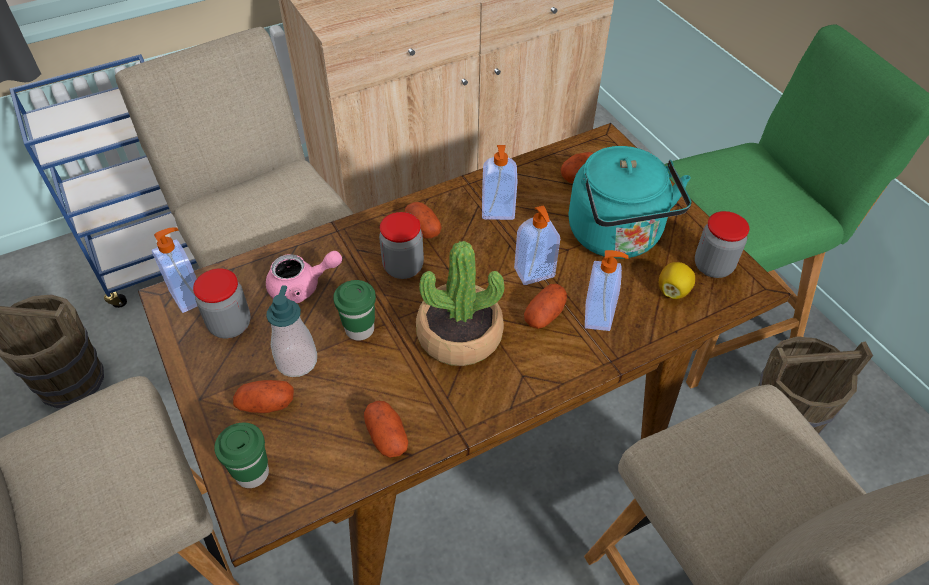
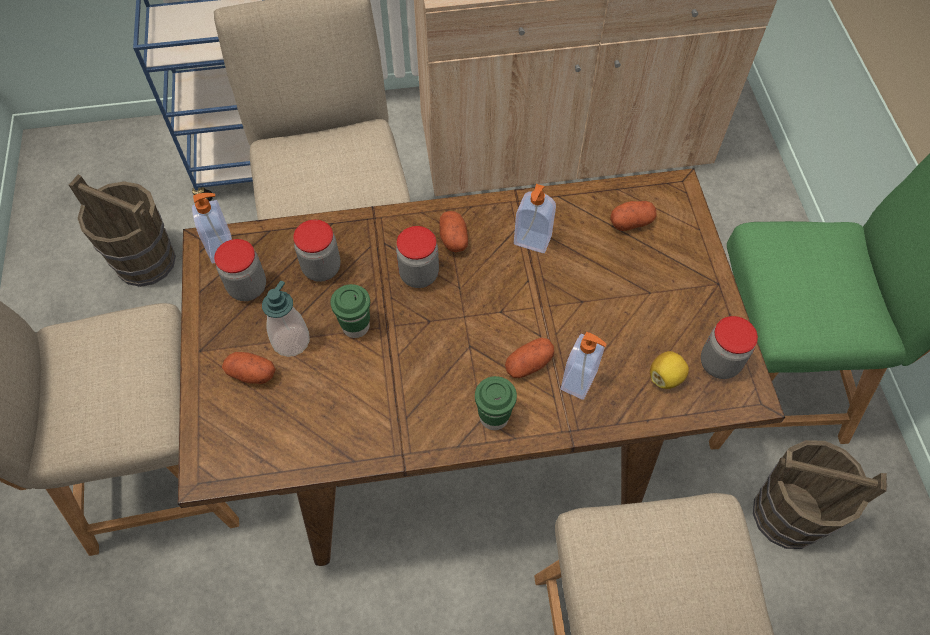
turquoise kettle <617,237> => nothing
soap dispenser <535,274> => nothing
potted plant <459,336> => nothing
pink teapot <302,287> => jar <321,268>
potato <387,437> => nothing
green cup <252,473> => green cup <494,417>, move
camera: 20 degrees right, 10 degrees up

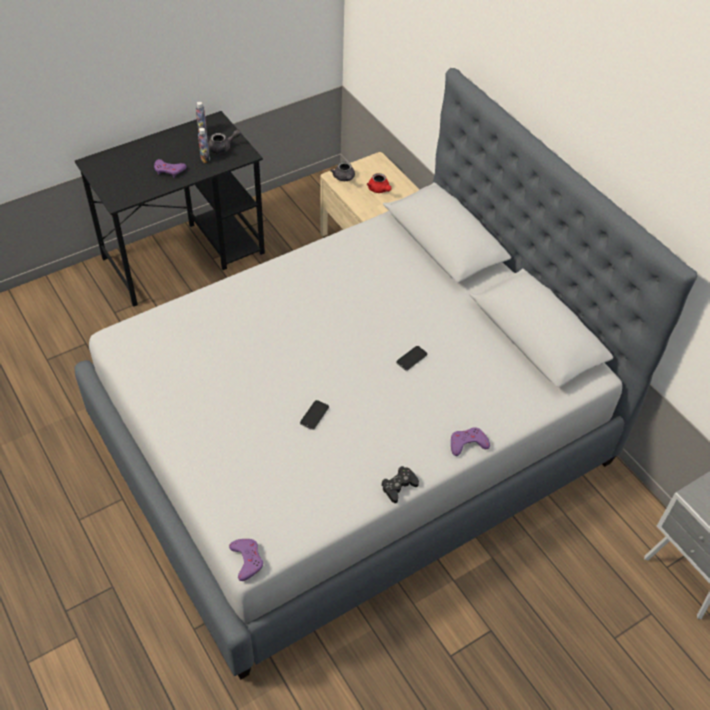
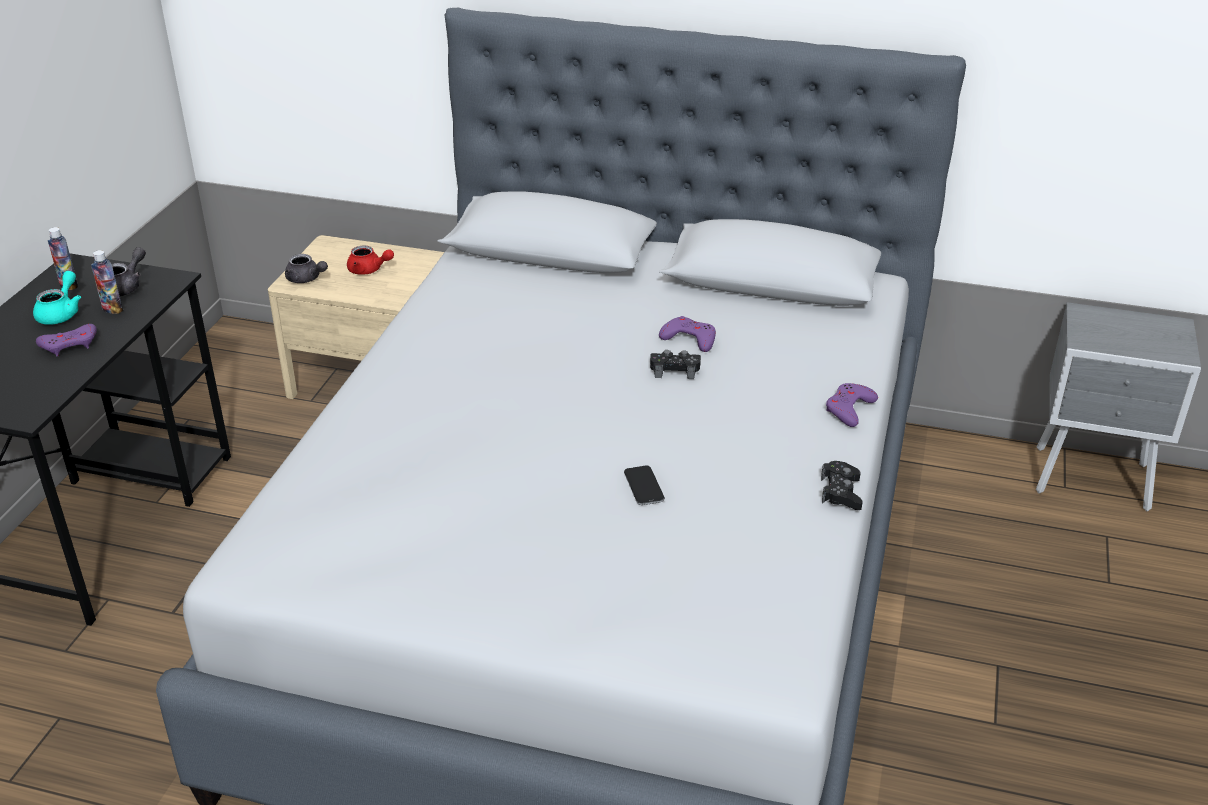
phone <411,358> => black game controller <675,369>
purple game controller <247,560> => purple game controller <689,338>, move
nothing => turquoise teapot <61,313>
camera: 40 degrees left, 15 degrees down

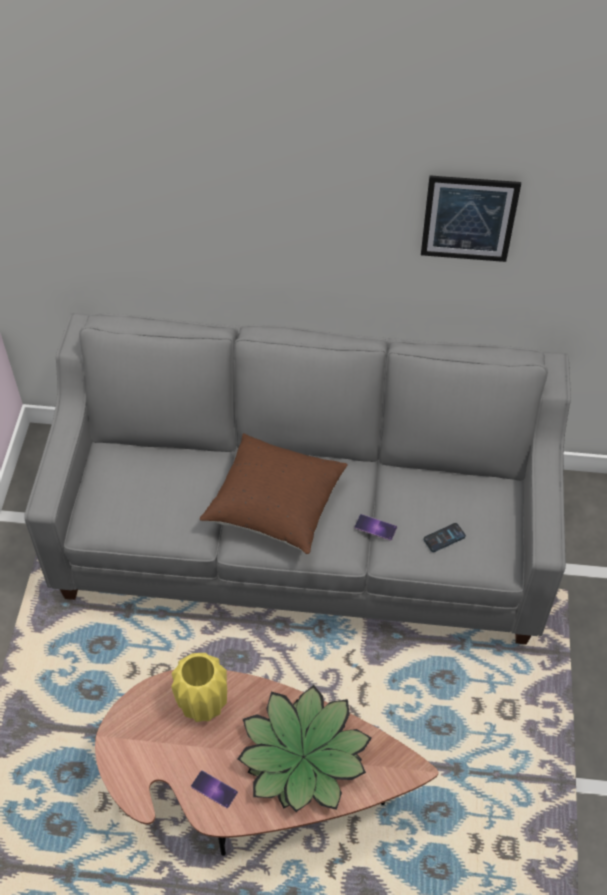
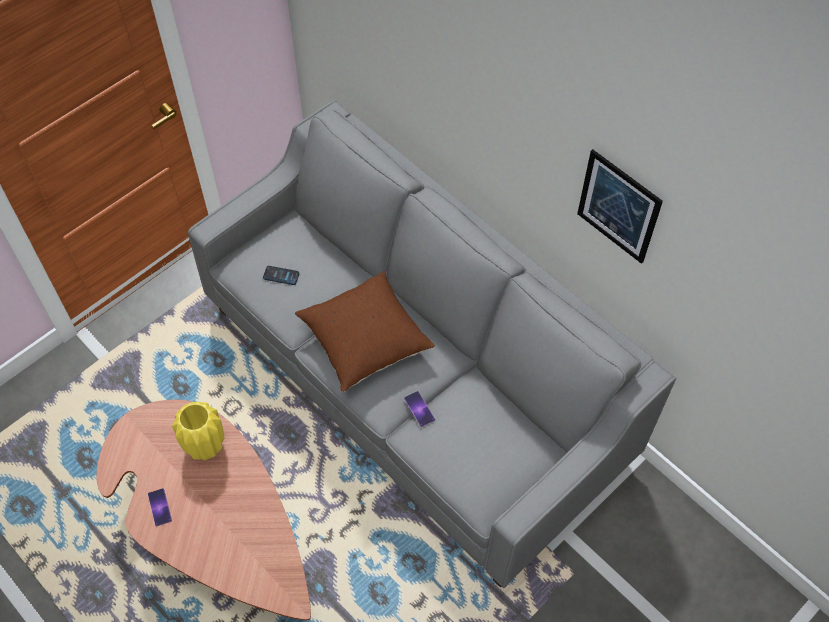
phone <444,538> => phone <281,275>, move
potted plant <303,757> => nothing
camera: 40 degrees right, 5 degrees up

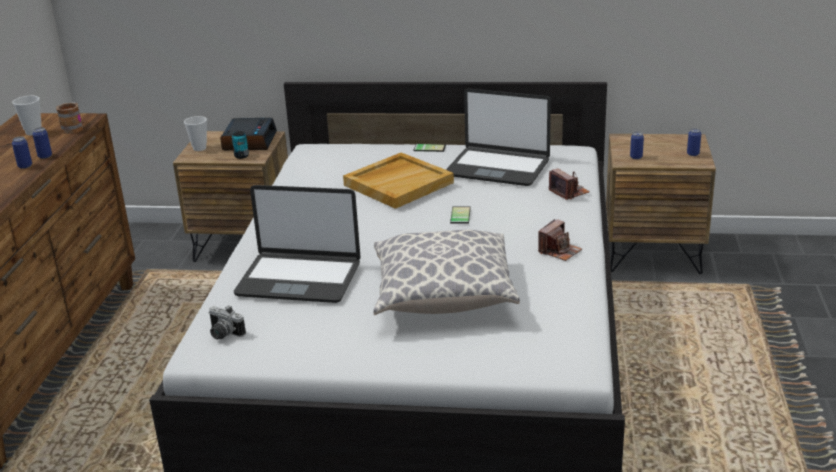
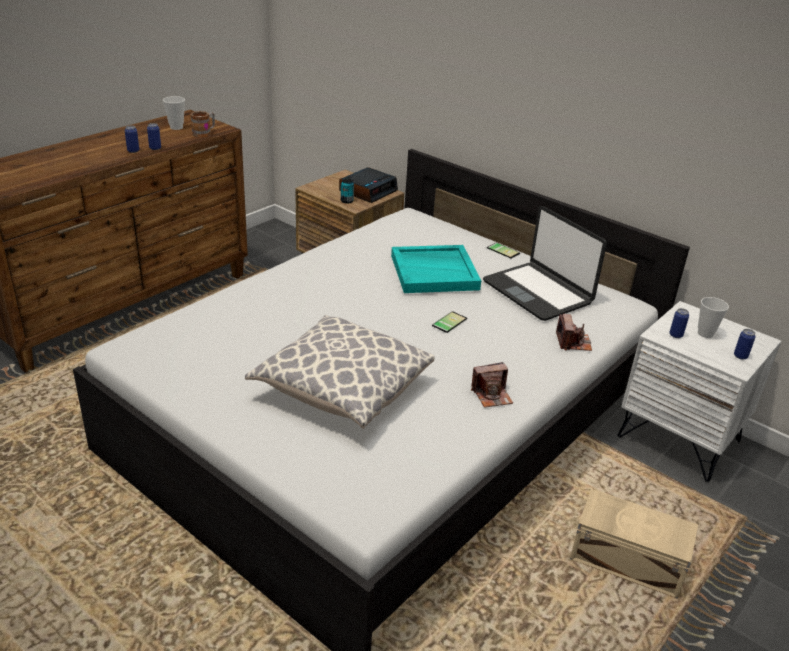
cup <199,148> => cup <705,333>, move
brown nightstand <653,253> => white nightstand <679,438>
beige tray <398,183> => turquoise tray <435,272>
laptop <299,278> => nothing
photo camera <223,334> => nothing
nothing => beige storage box <626,559>
camera: 30 degrees right, 5 degrees up

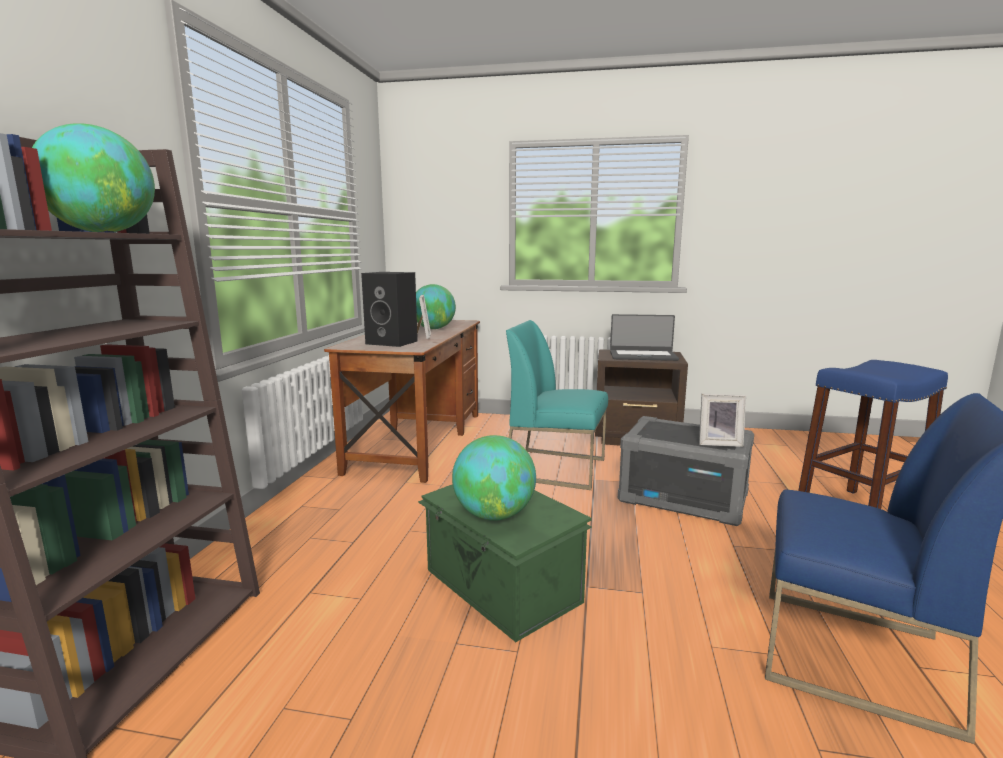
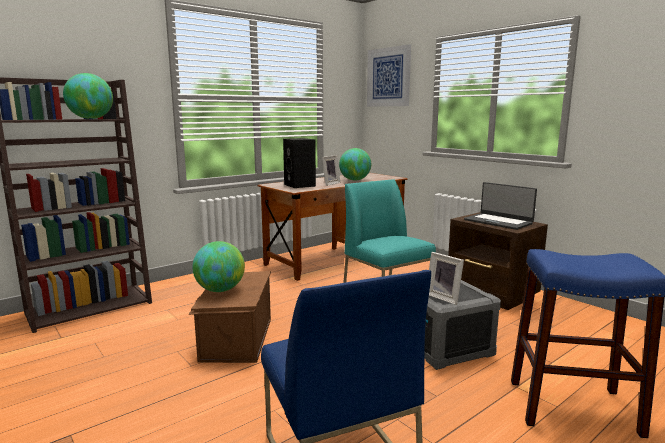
green storage box <501,587> => brown storage box <235,339>
nothing => picture <388,77>
camera: 40 degrees right, 0 degrees up

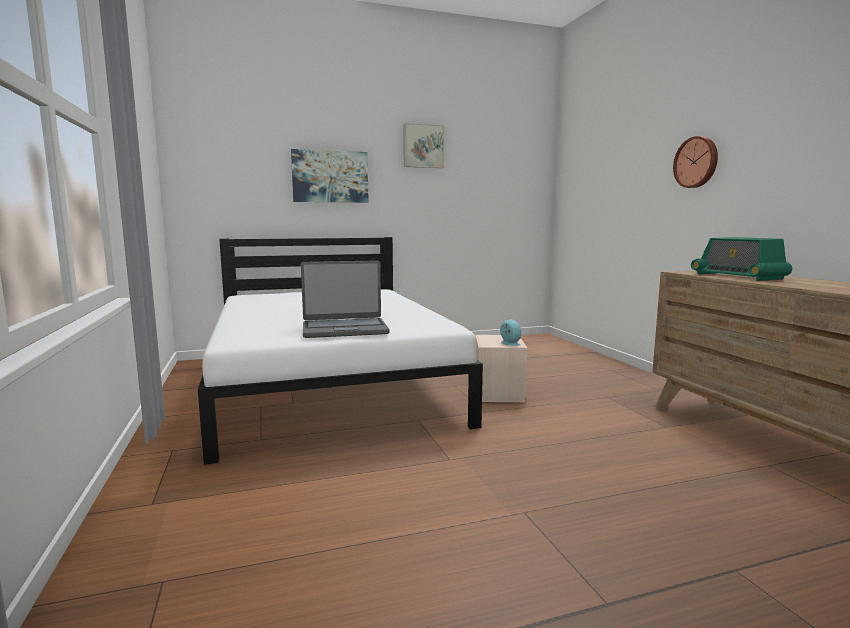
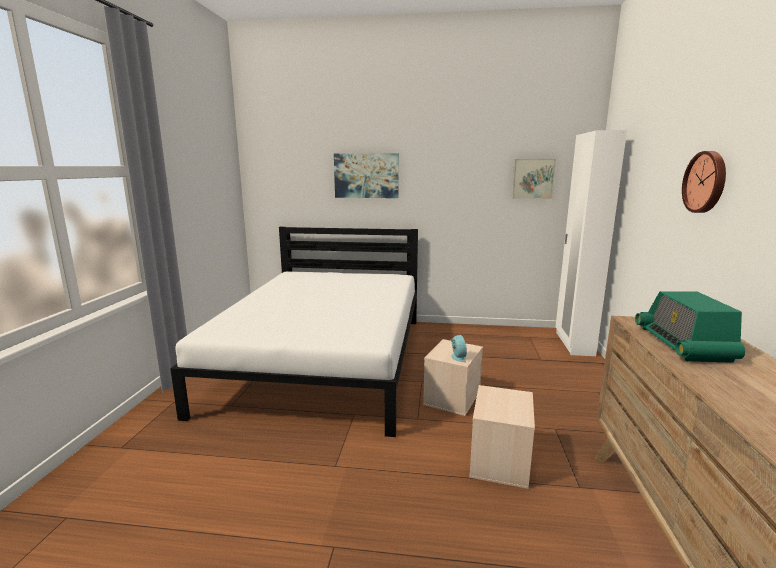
picture <423,146> => picture <532,178>, move
laptop <344,329> => nothing
nothing => white wardrobe <573,344>
nothing => beige storage box <500,462>
camera: 25 degrees right, 5 degrees up

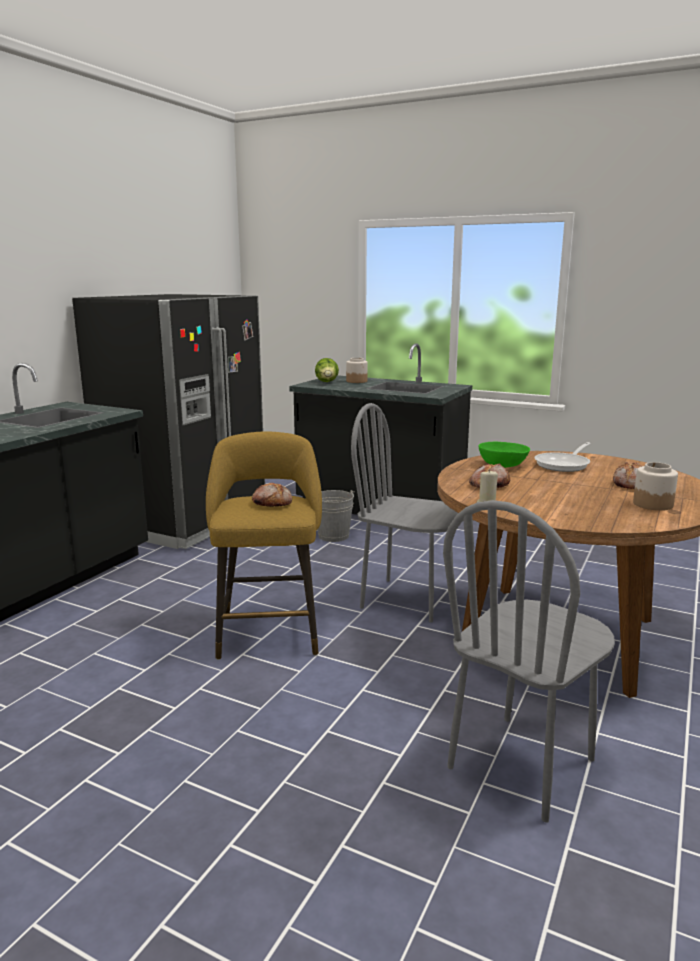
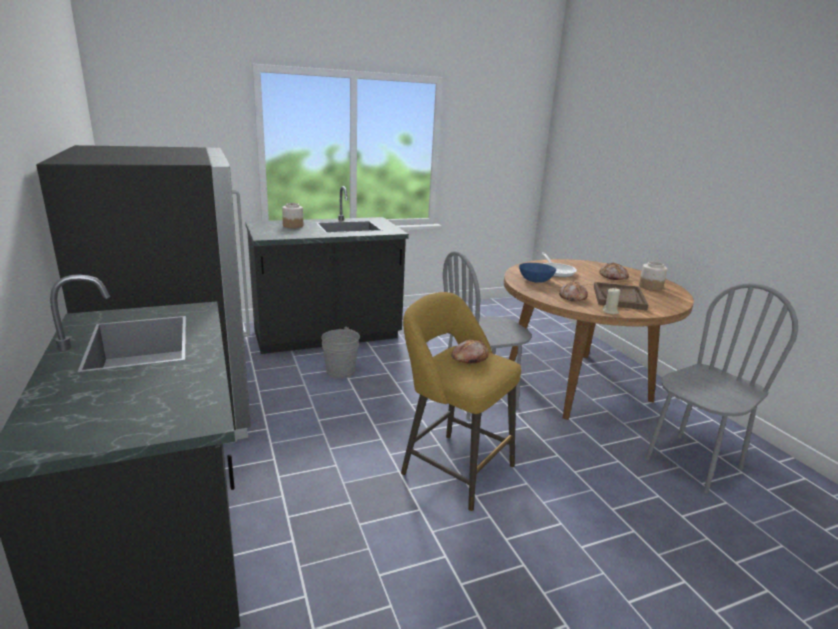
lettuce <327,382> => nothing
green bowl <502,465> => blue bowl <535,280>
grey chair <522,764> => grey chair <692,463>, 120 degrees counterclockwise
nothing => brown tray <619,298>
camera: 50 degrees left, 5 degrees up

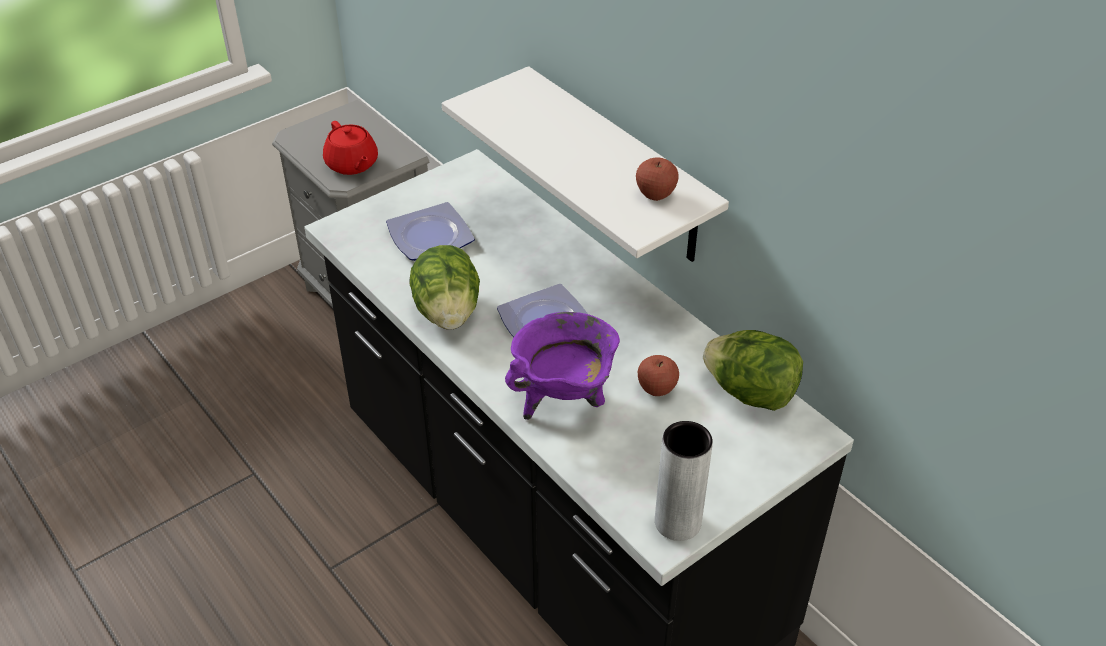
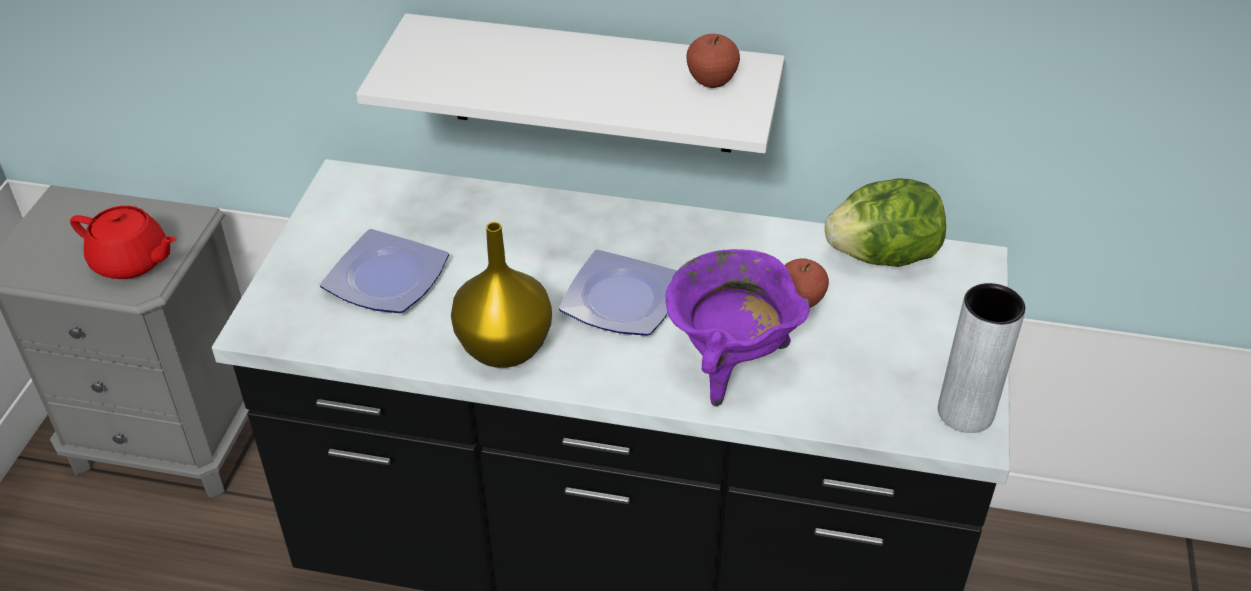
lettuce <448,312> => yellow vase <504,347>
camera: 40 degrees left, 0 degrees up

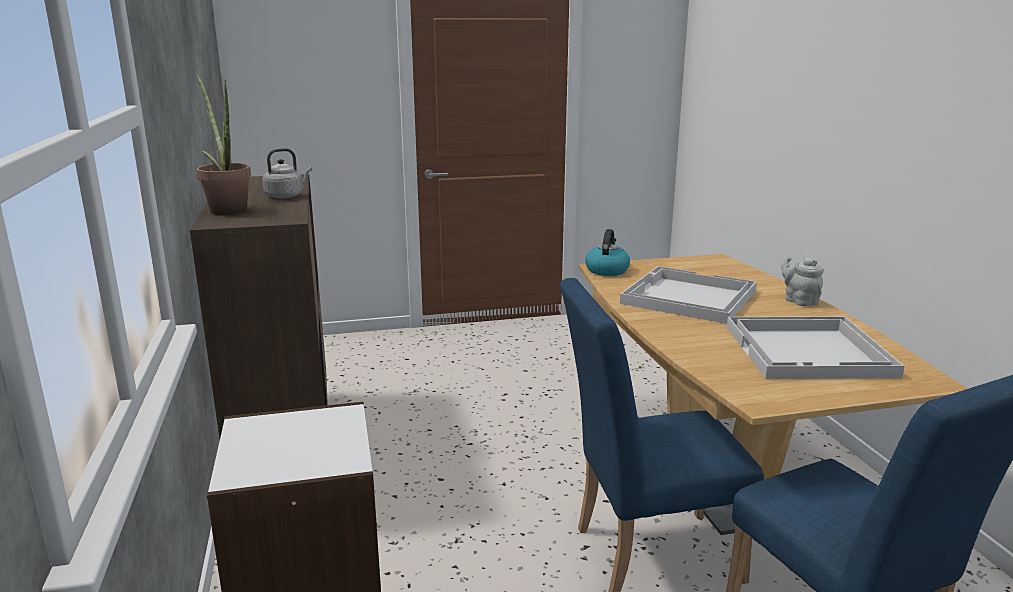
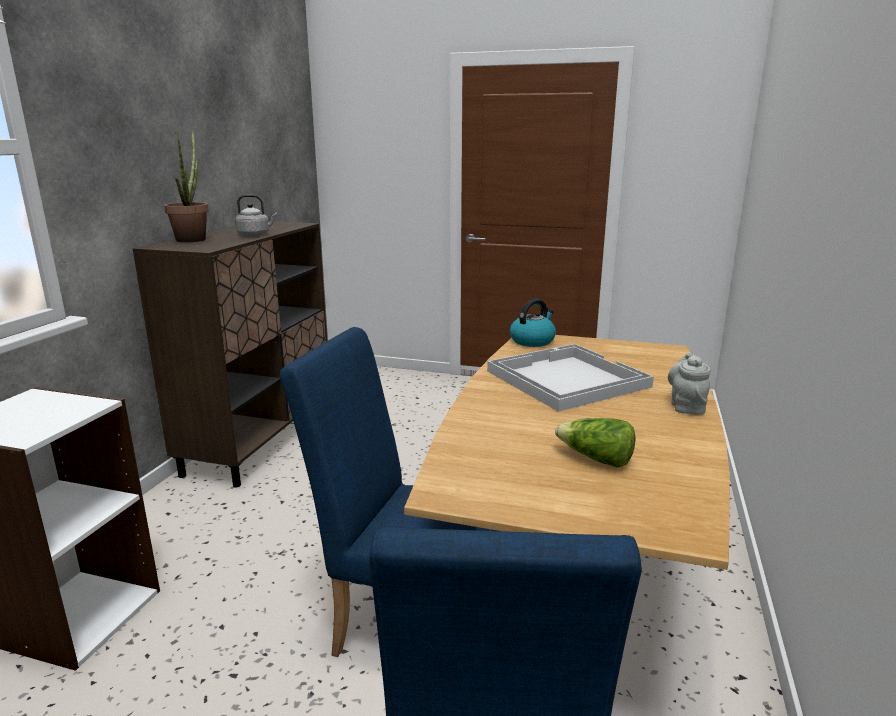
white tray <809,351> => lettuce <596,459>
camera: 30 degrees right, 0 degrees up

